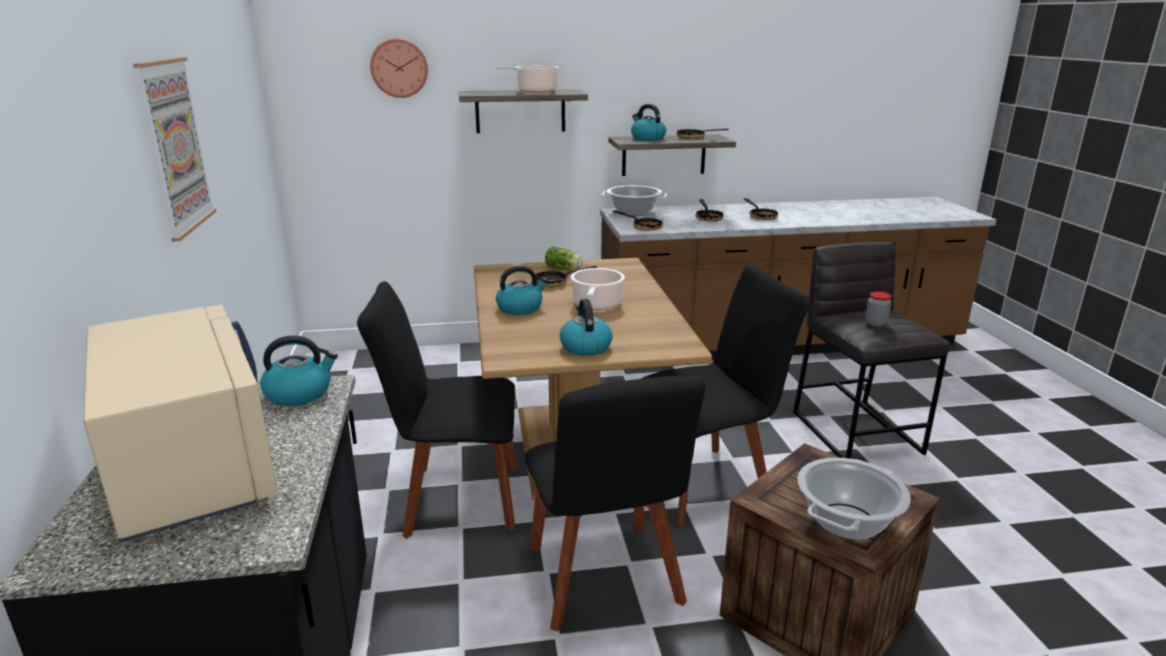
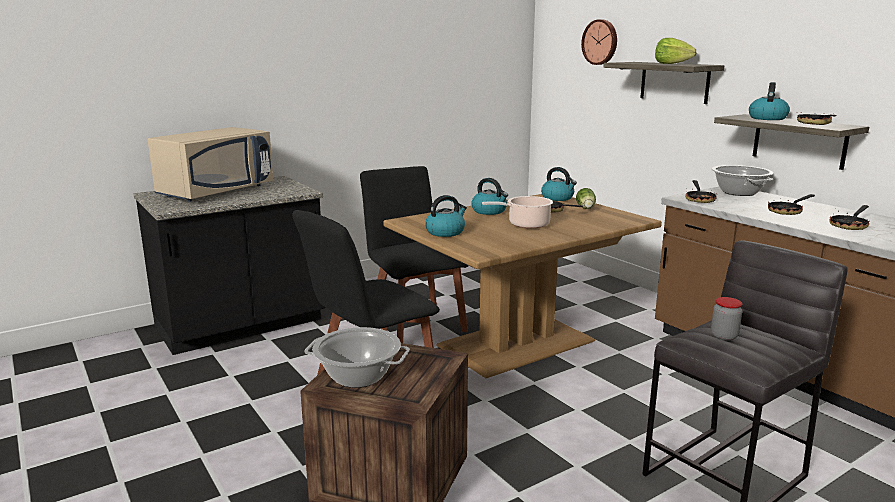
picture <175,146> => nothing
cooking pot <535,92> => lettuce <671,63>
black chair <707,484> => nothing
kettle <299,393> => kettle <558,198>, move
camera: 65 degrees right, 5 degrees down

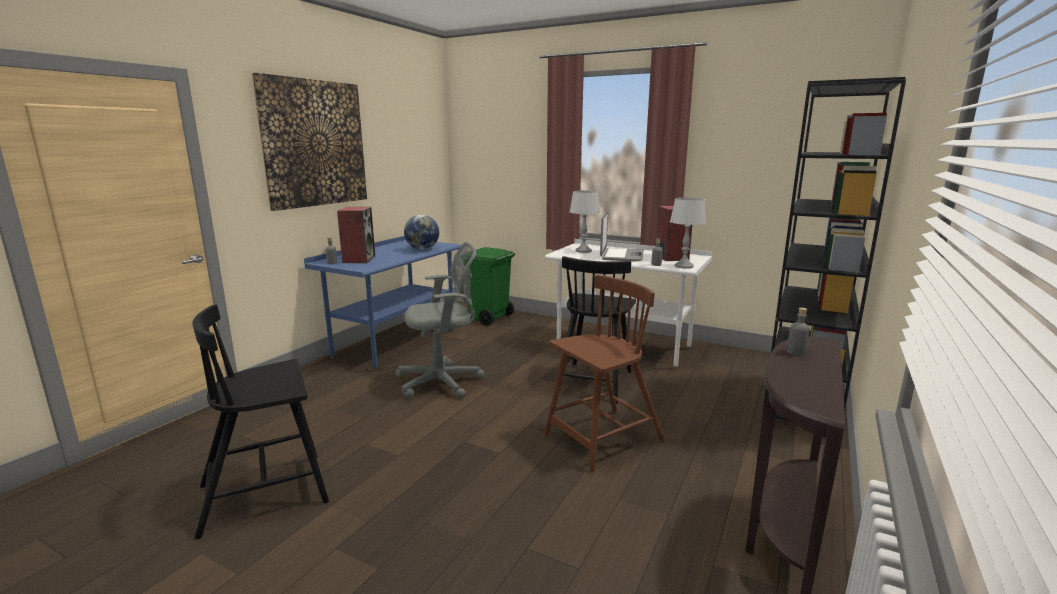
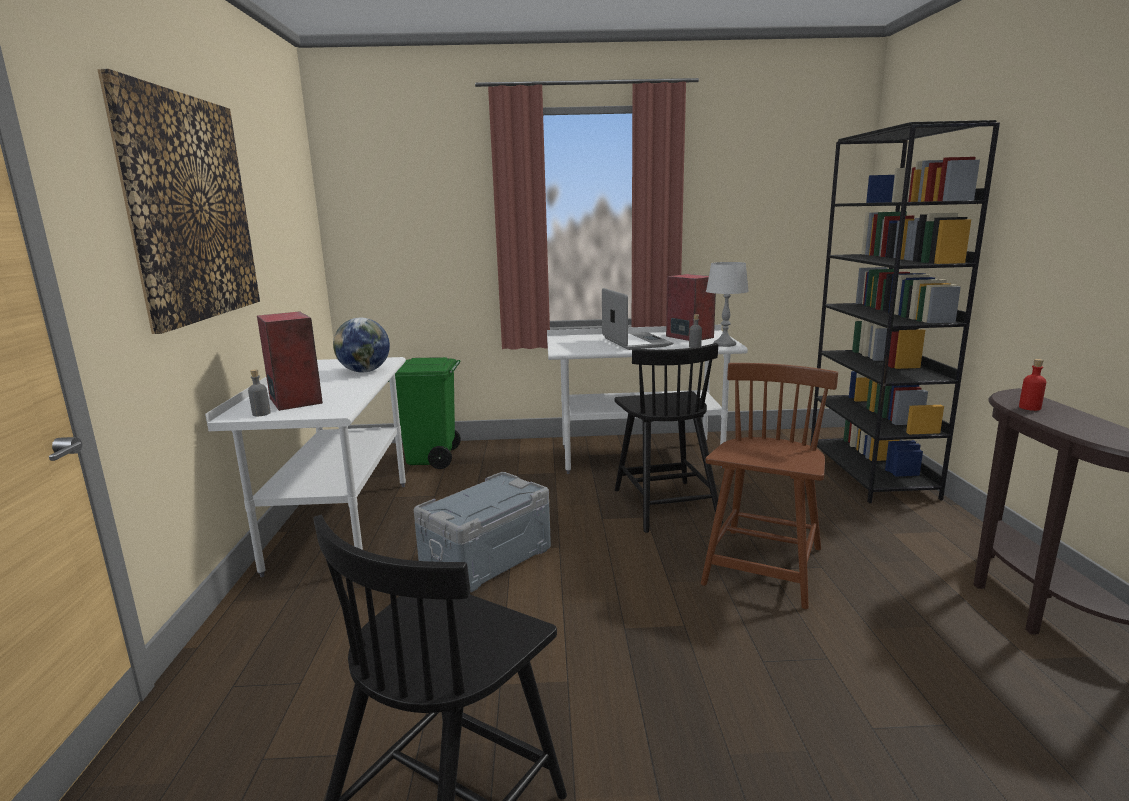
grey table lamp <583,251> => nothing
blue desk <396,343> => white desk <341,525>
grey office chair <443,382> => grey storage box <487,559>
grey bottle <796,352> => red bottle <1029,408>
camera: 30 degrees left, 0 degrees up

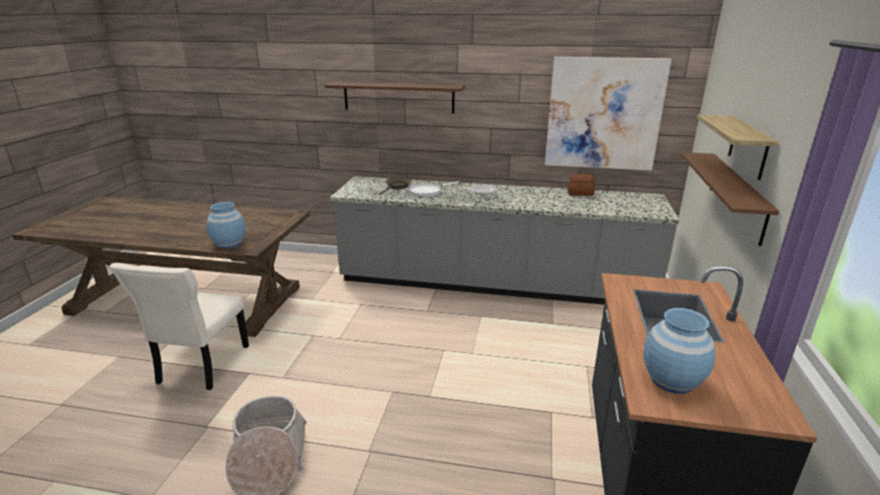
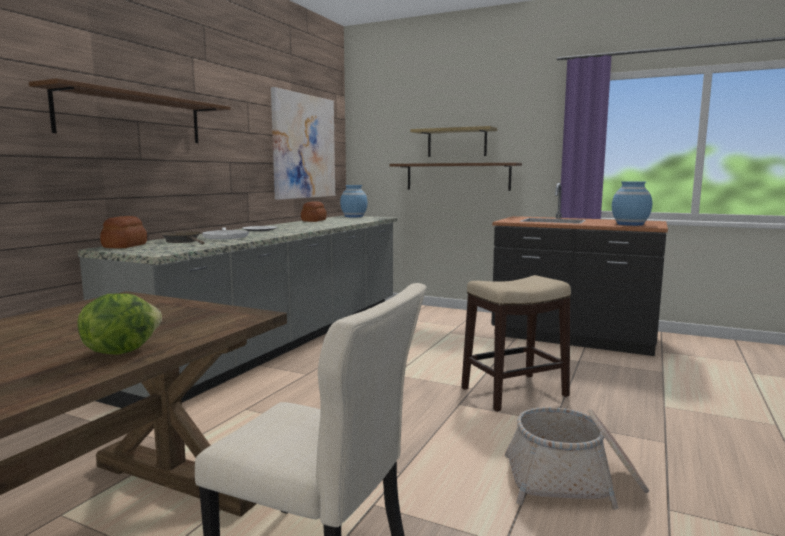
blue vase <229,244> => blue vase <354,216>, move
nothing => bread <125,246>
nothing => stool <515,392>
nothing => lettuce <120,351>
camera: 75 degrees left, 15 degrees down

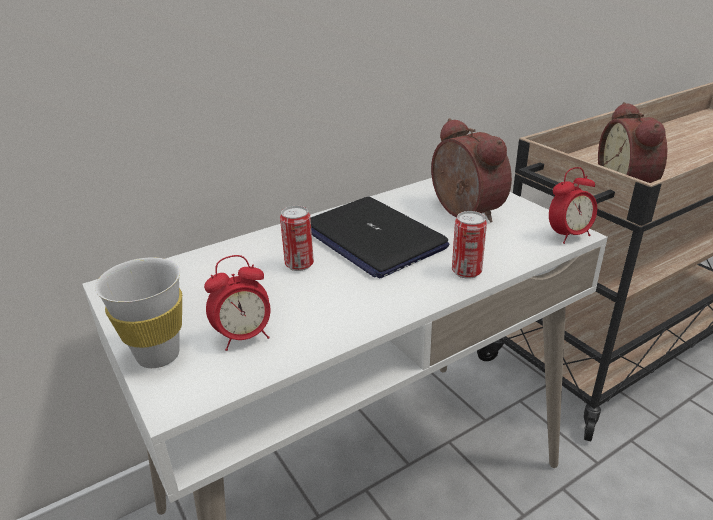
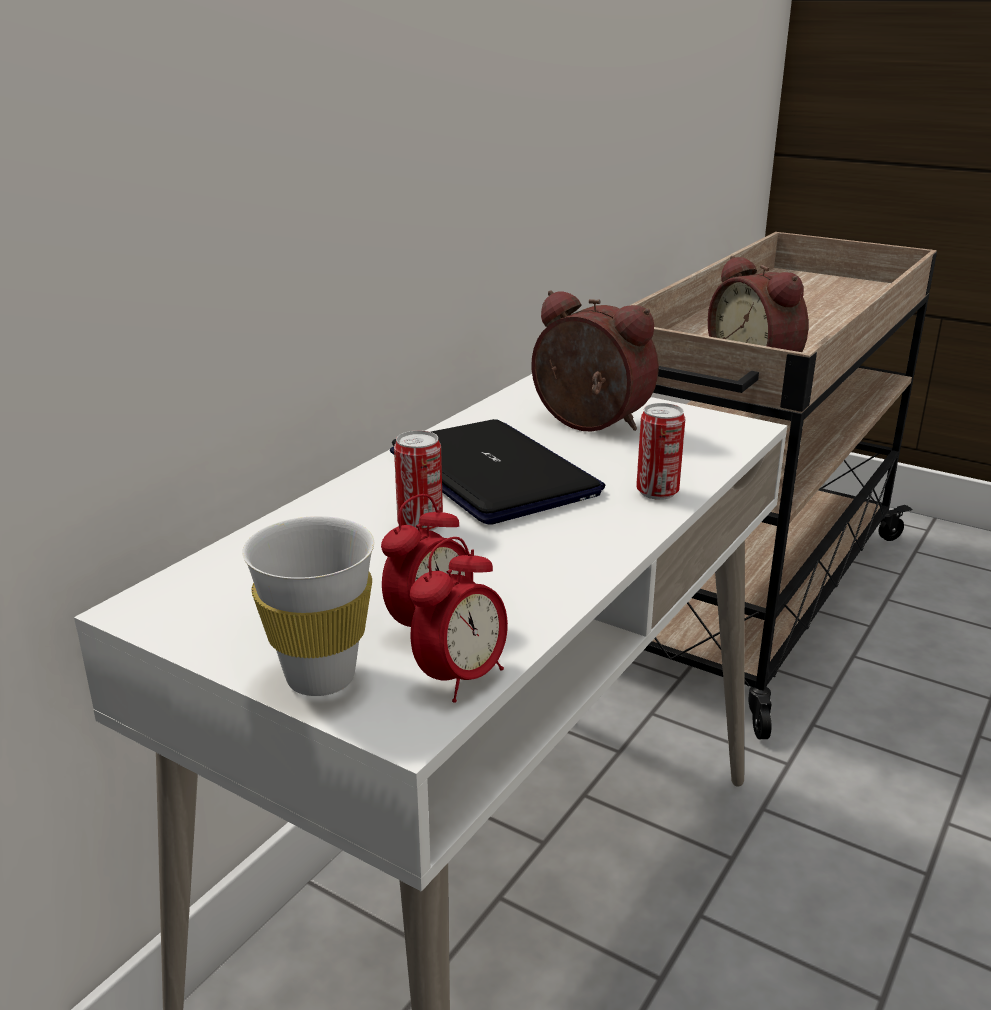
alarm clock <568,236> => alarm clock <461,678>, move
laptop <372,238> => laptop <494,474>, 150 degrees counterclockwise
camera: 25 degrees left, 5 degrees down

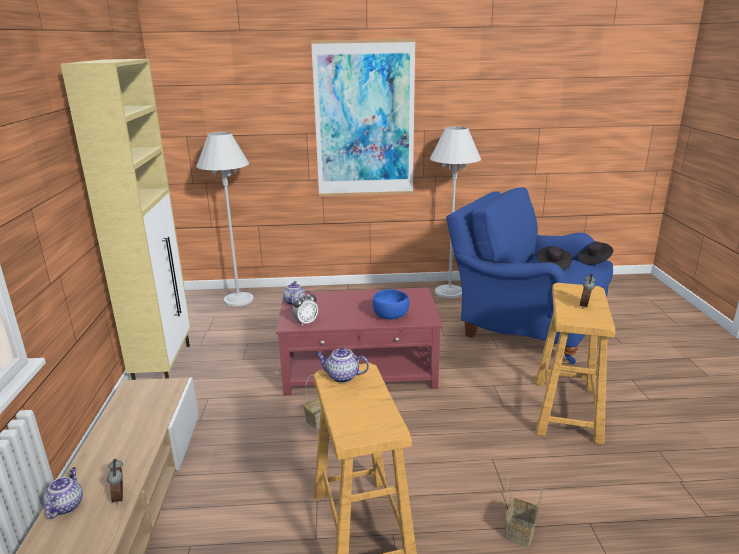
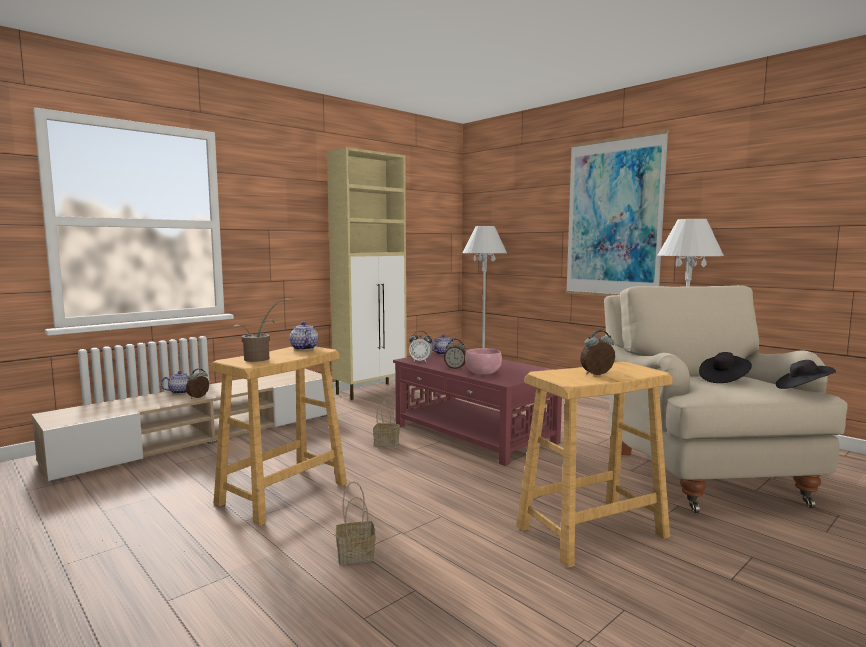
blue armchair <524,329> => beige armchair <700,472>
blue bowl <391,316> => pink bowl <483,373>
nothing => potted plant <260,359>
nothing => alarm clock <455,368>
camera: 50 degrees right, 15 degrees down

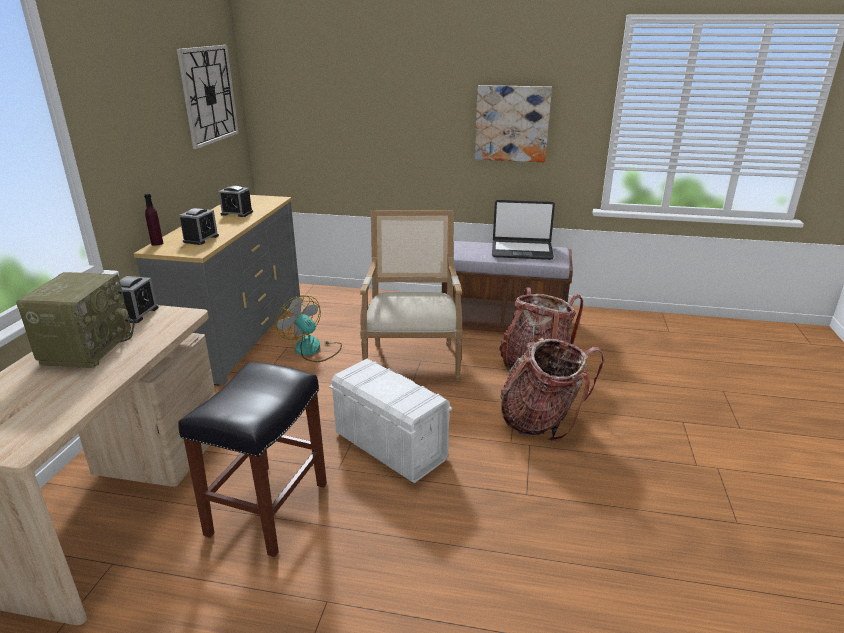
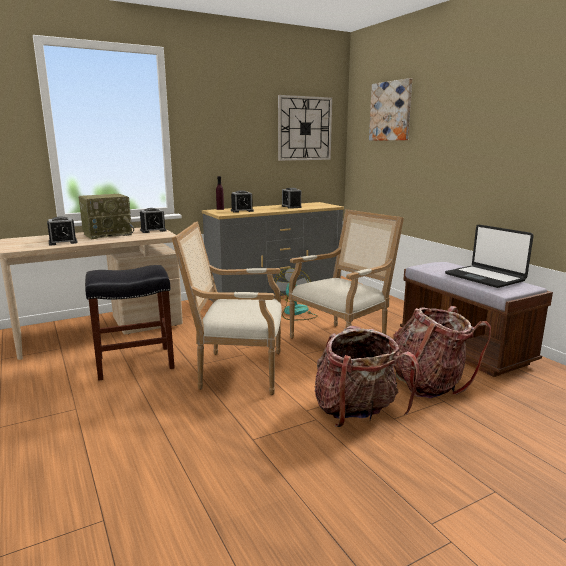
picture <512,123> => picture <391,111>, move
white storage box <390,446> => armchair <236,371>
nothing => alarm clock <63,242>
camera: 50 degrees right, 10 degrees down

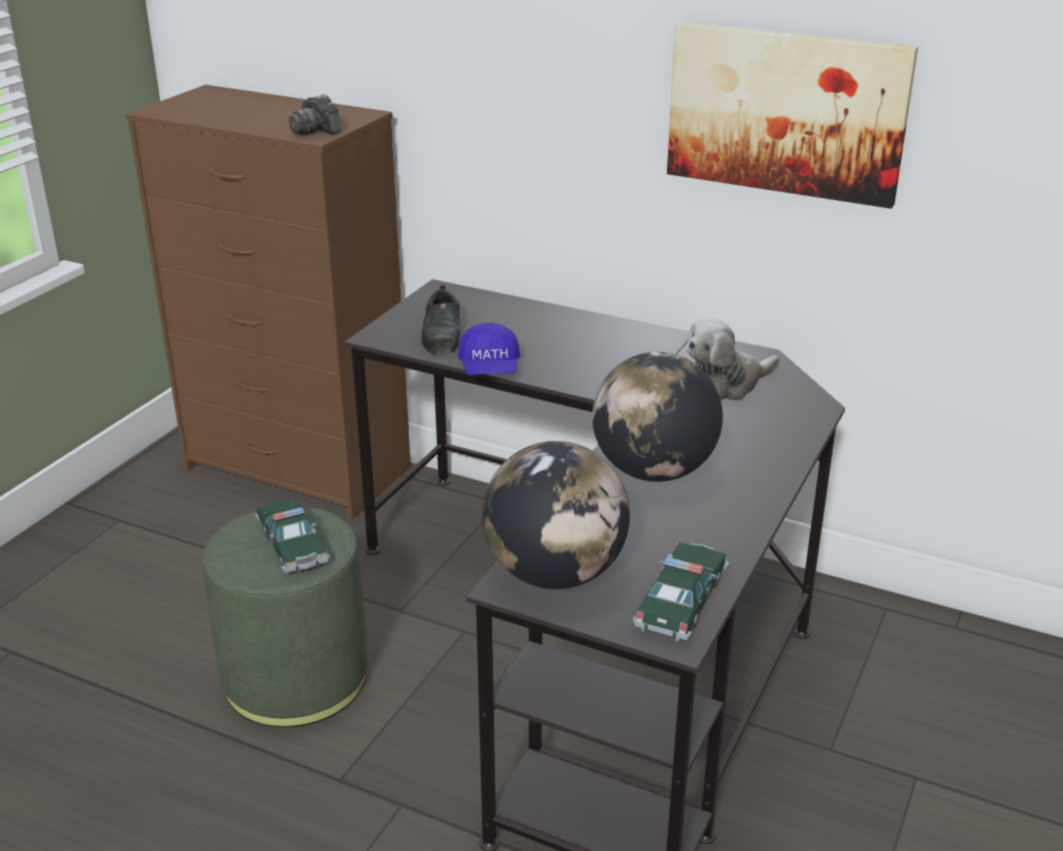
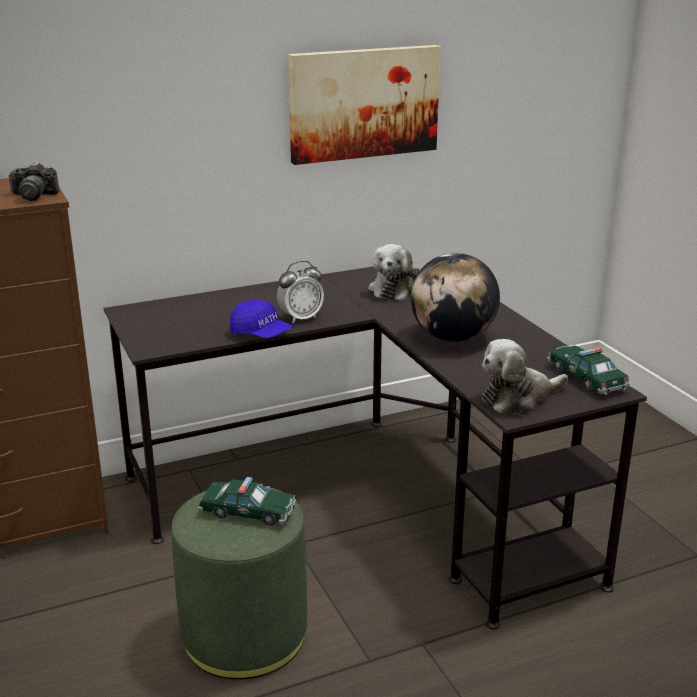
black shoe <442,334> => nothing
globe <555,574> => plush toy <518,398>
nothing => alarm clock <300,318>
camera: 50 degrees left, 5 degrees down

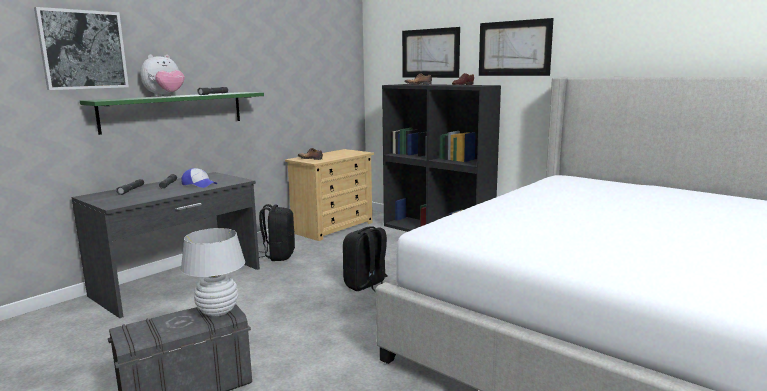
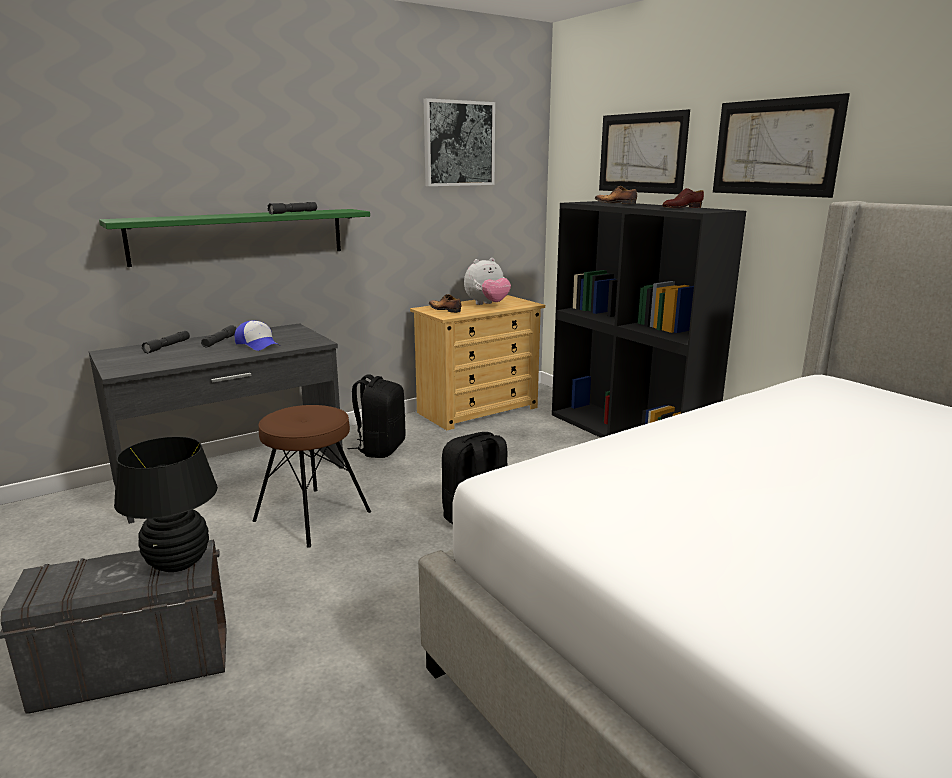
picture <83,50> => picture <459,143>, move
plush toy <165,96> => plush toy <487,304>, move
white table lamp <218,311> => black table lamp <178,562>
nothing => brown stool <312,516>
camera: 15 degrees right, 5 degrees up

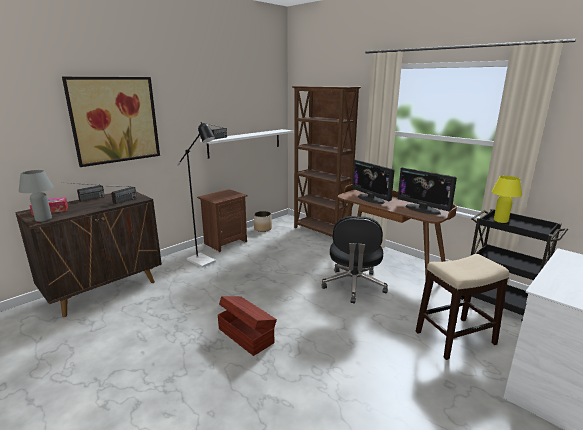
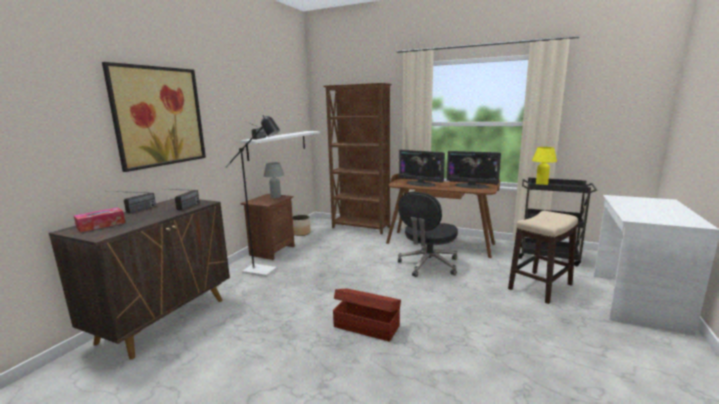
grey table lamp <43,219> => grey table lamp <275,197>, move
black office chair <353,286> => black office chair <428,265>, 45 degrees clockwise
camera: 20 degrees left, 5 degrees down

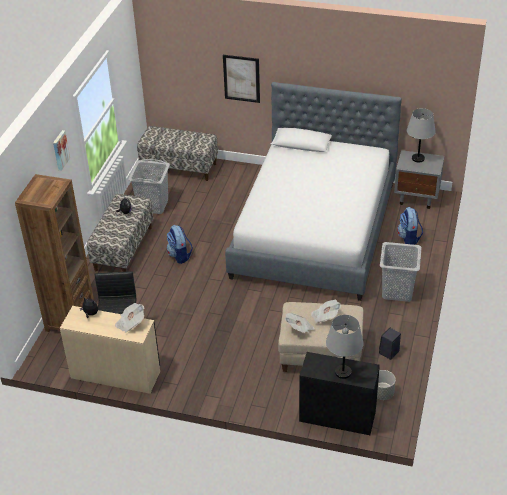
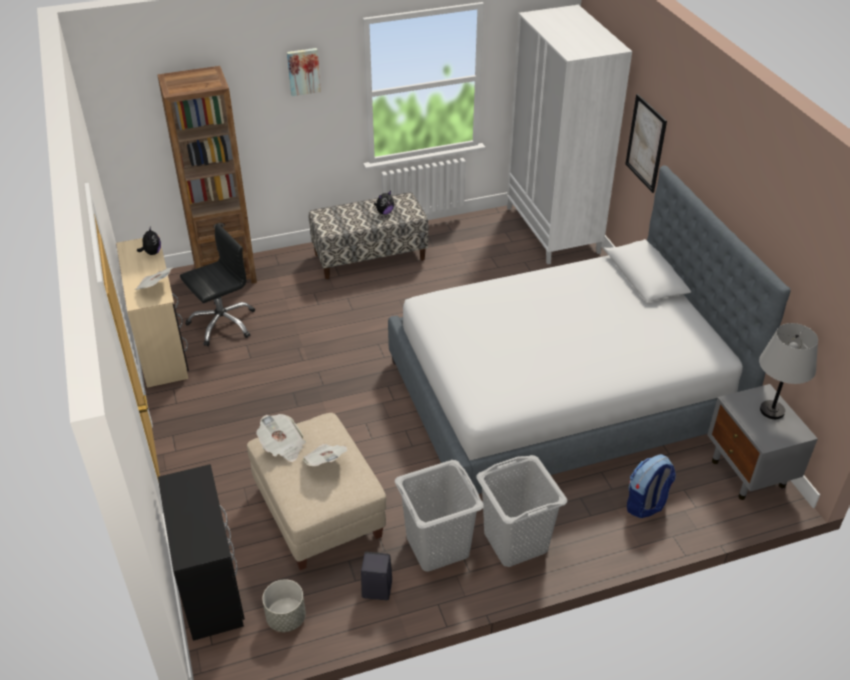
bench <179,167> => white wardrobe <553,230>
grey laundry basket <153,205> => grey laundry basket <438,547>, move
backpack <180,255> => nothing
grey table lamp <343,372> => nothing
camera: 55 degrees right, 0 degrees up

